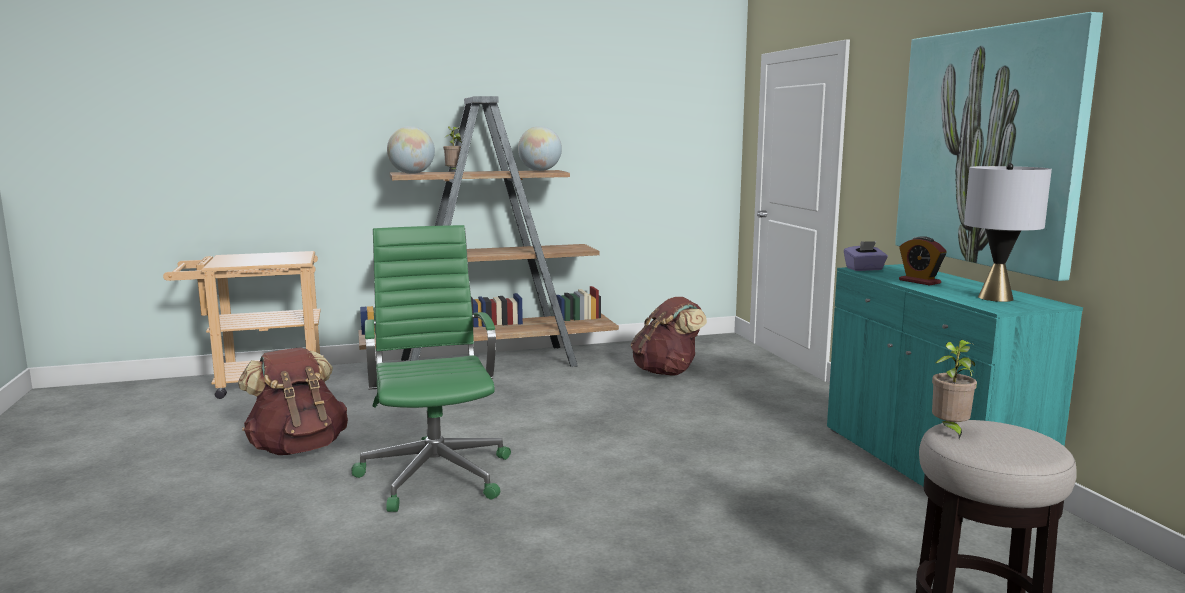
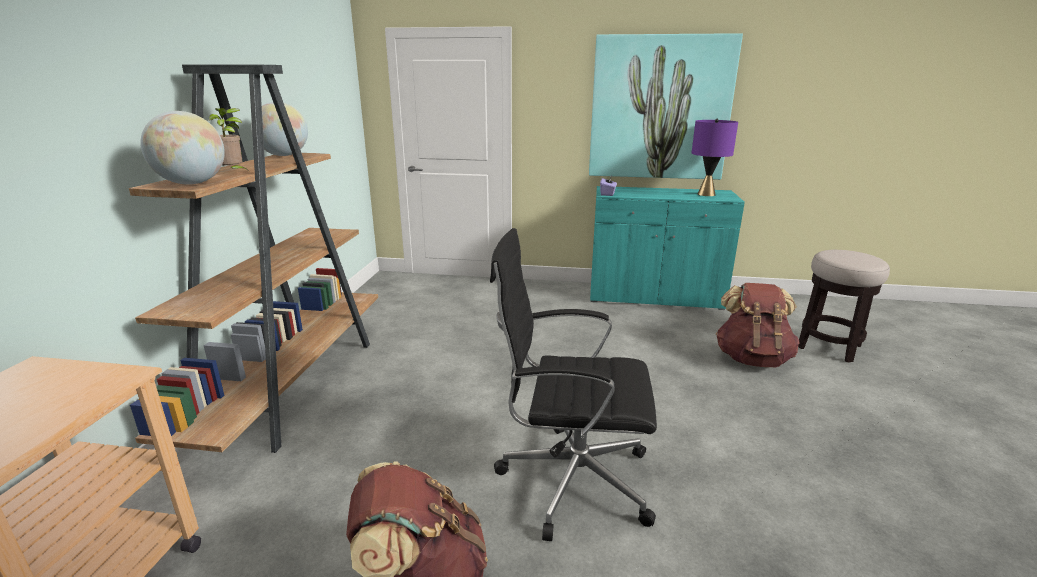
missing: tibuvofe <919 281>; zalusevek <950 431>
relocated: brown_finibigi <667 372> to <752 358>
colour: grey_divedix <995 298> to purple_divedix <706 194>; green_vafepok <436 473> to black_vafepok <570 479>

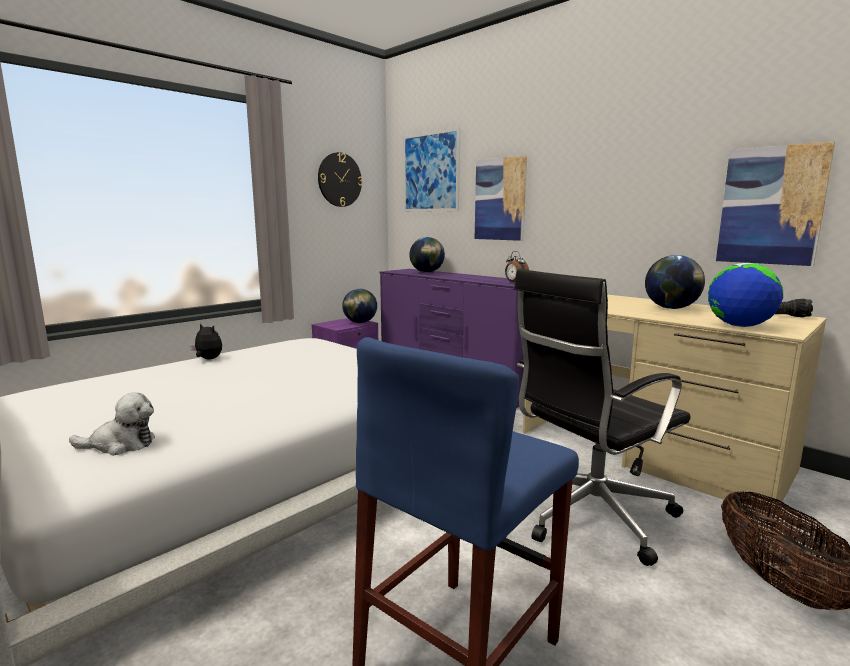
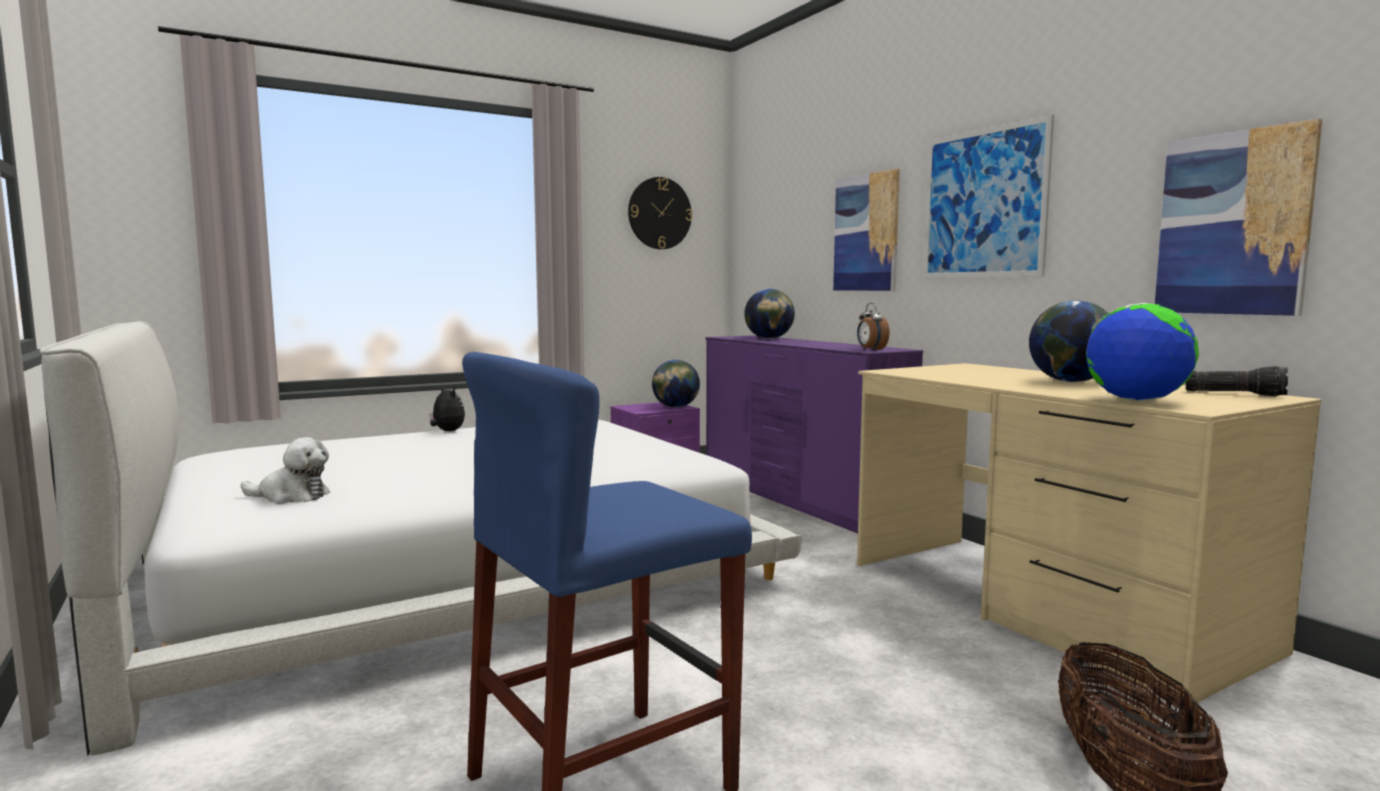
missing: black_vafepok <589 515>
relocated: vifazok <430 172> to <983 203>

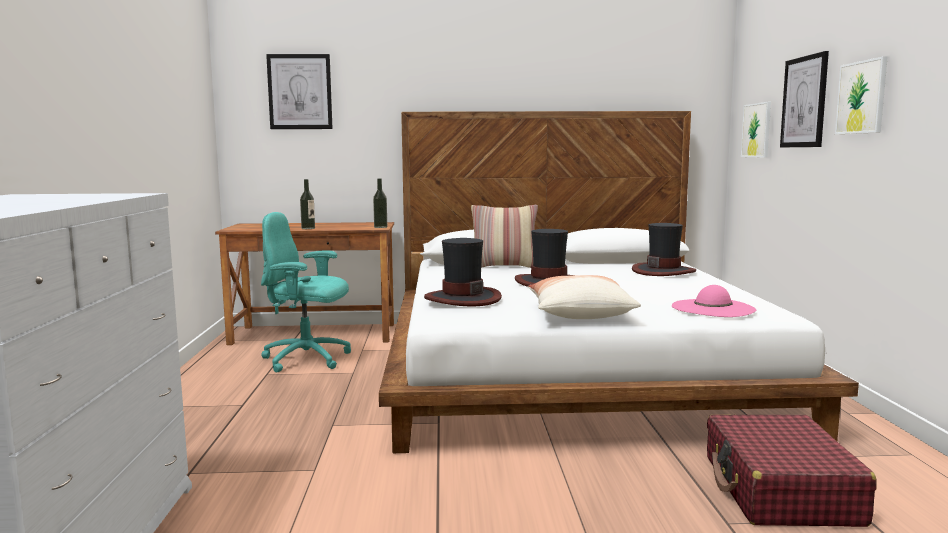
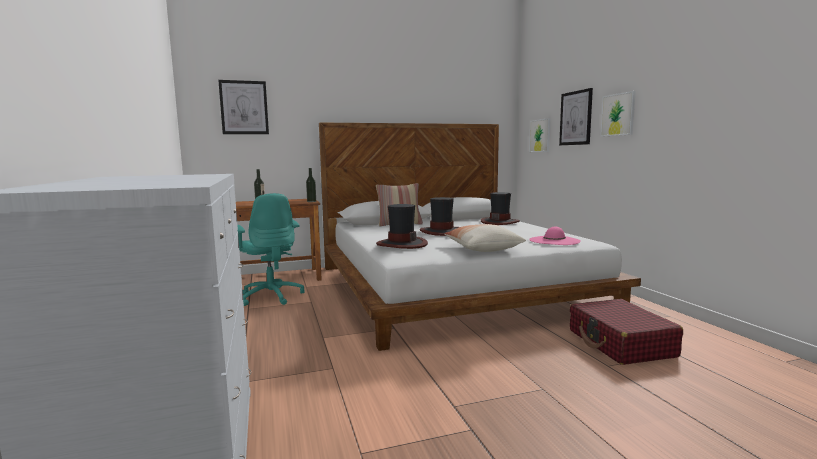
spun: turquoise_vafepok <307 359> = <271 296> 120 degrees counterclockwise

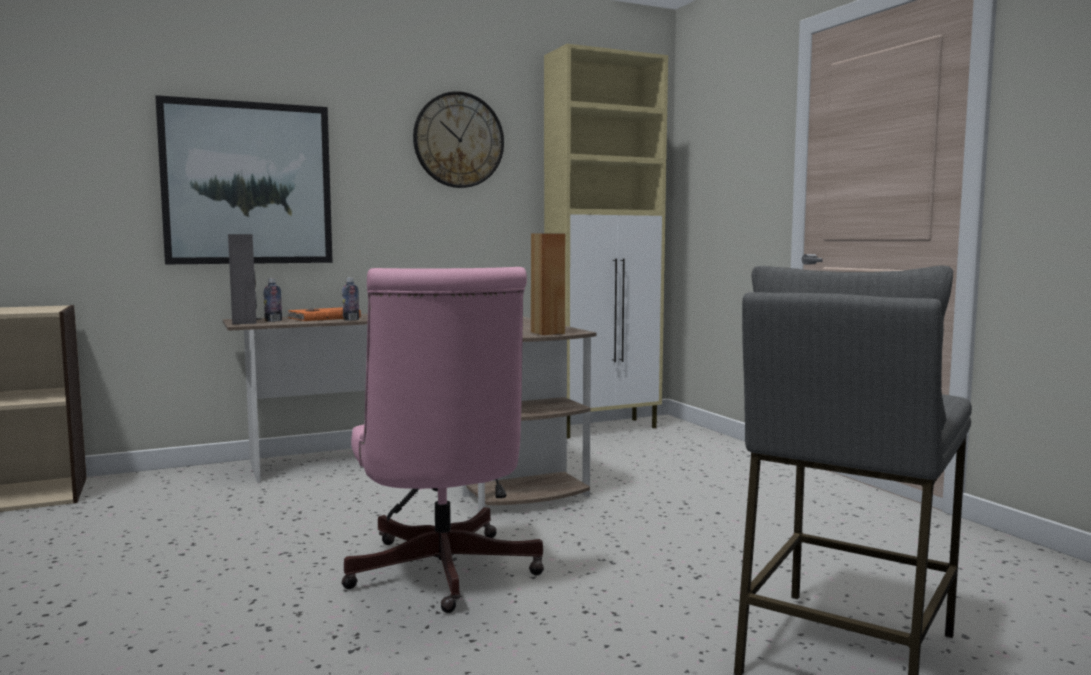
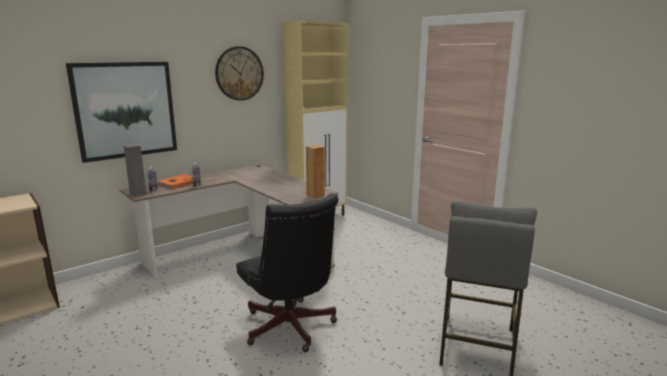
colour: pink_vafepok <442 575> to black_vafepok <290 329>

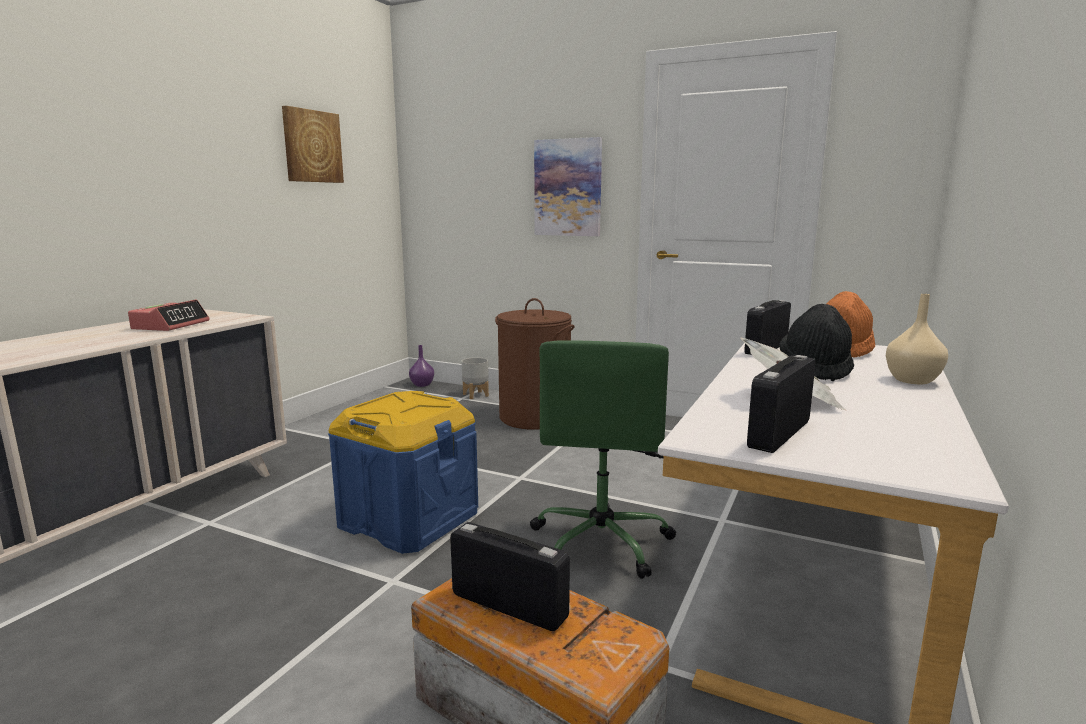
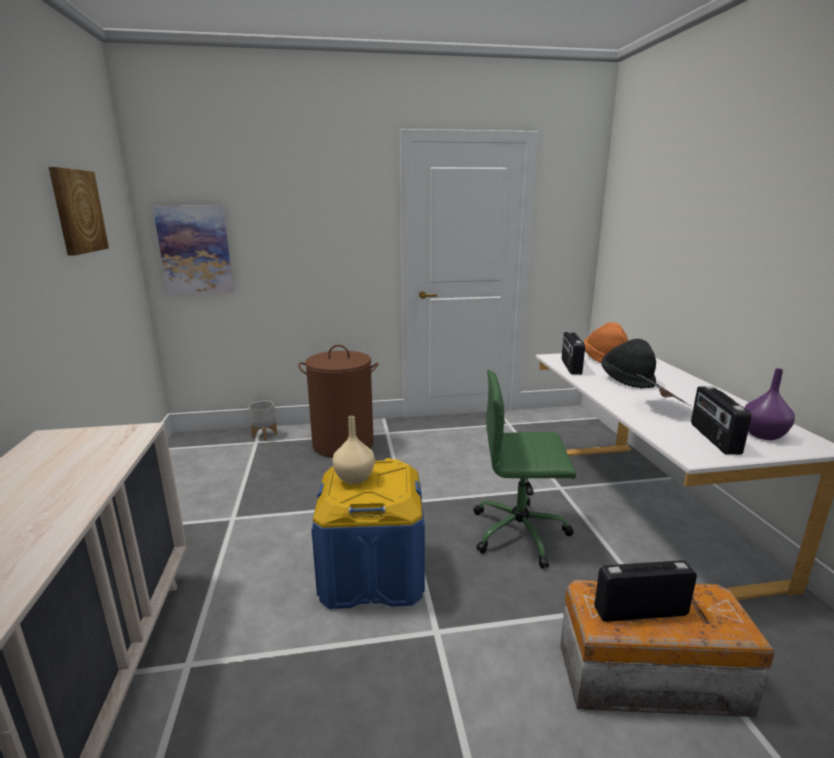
missing: tibuvofe <171 325>
relocated: vifazok <568 188> to <195 250>; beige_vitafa <912 380> to <354 478>; purple_vitafa <421 385> to <763 435>
spun: green_vafepok <601 542> = <521 533> 120 degrees clockwise

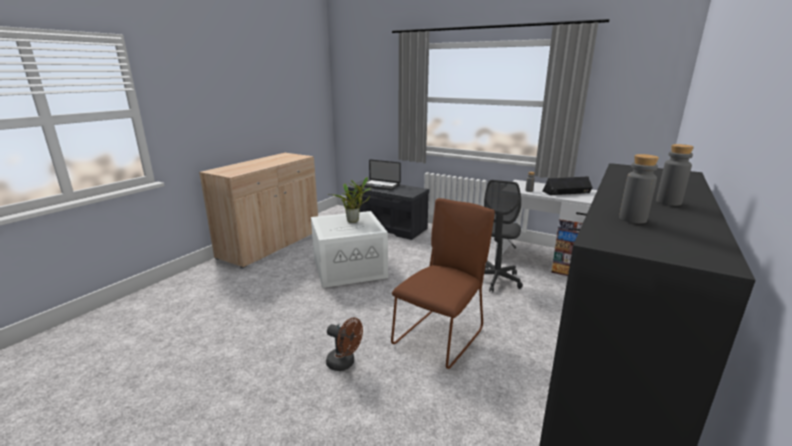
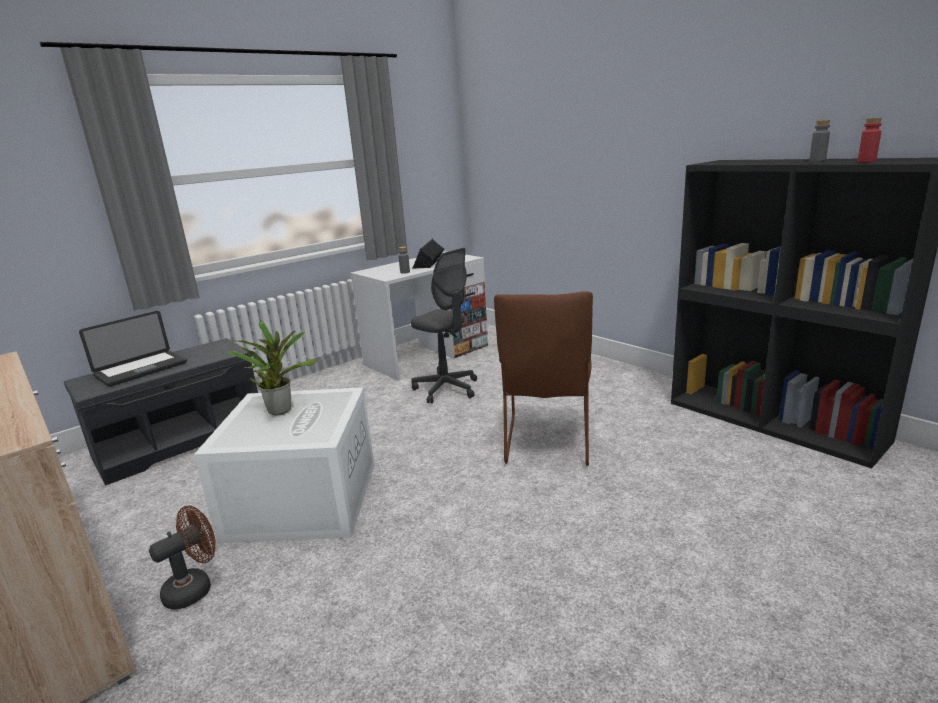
relocated: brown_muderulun <344 363> to <195 588>
colour: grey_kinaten <632 219> to red_kinaten <866 161>
spun: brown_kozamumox <441 335> = <547 444> 135 degrees counterclockwise

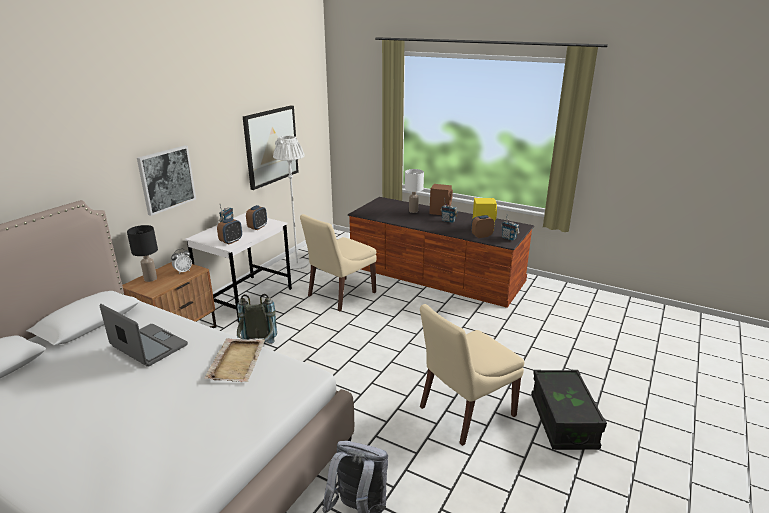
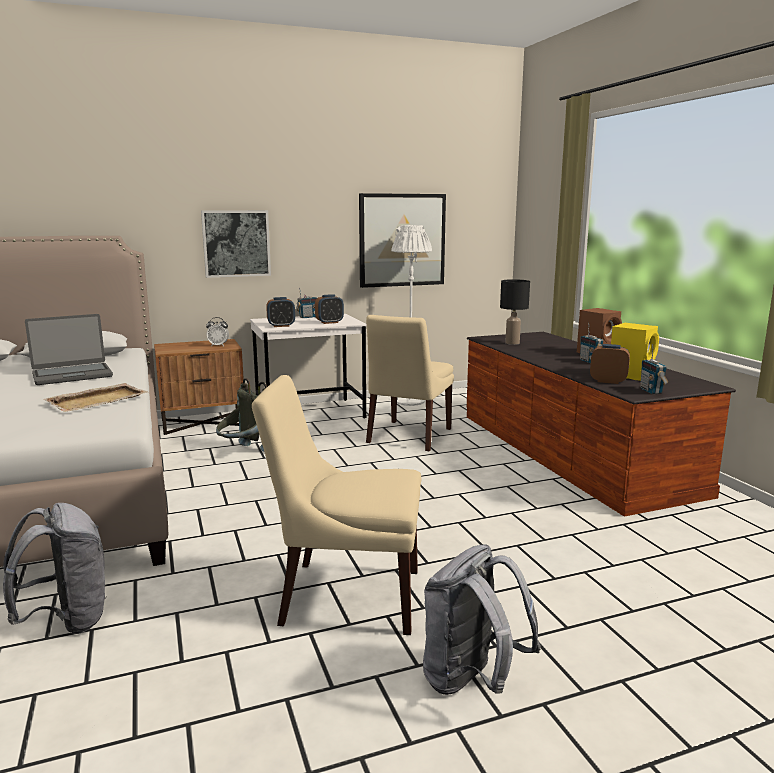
missing: white_divedix <413 211>
relocated: black_divedix <150 279> to <512 343>
exchanged: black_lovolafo <563 422> to grey_finibigi <471 681>
spun: beige_kozamumox <340 295> = <408 437> 60 degrees counterclockwise; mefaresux <148 346> = <72 375> 75 degrees clockwise

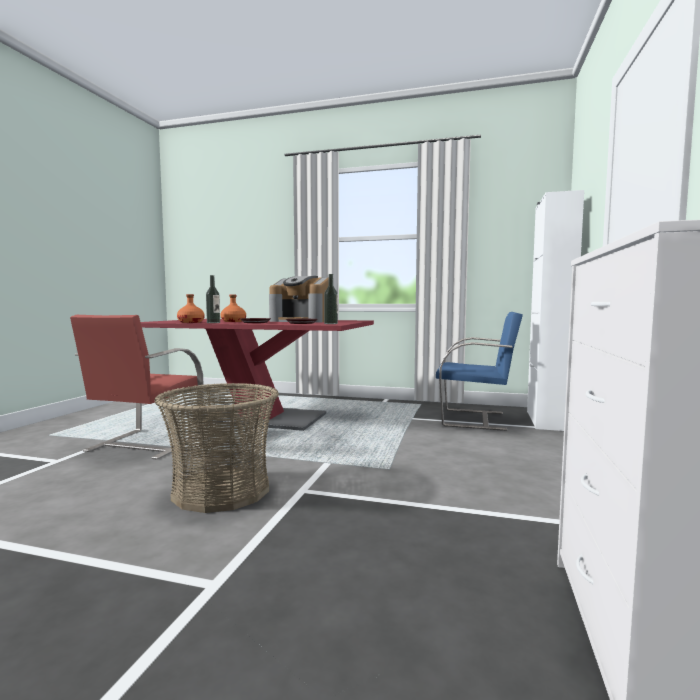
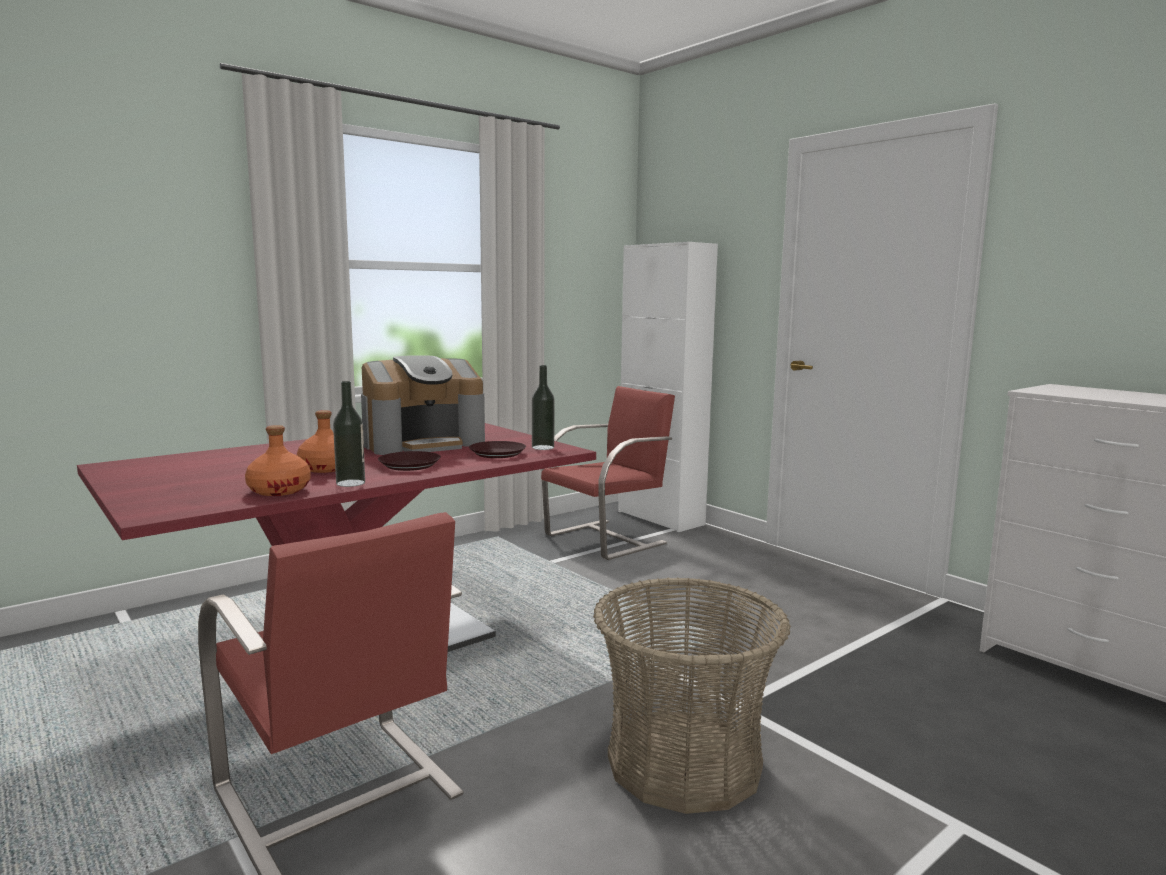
colour: blue_kozamumox <475 419> to red_kozamumox <607 539>

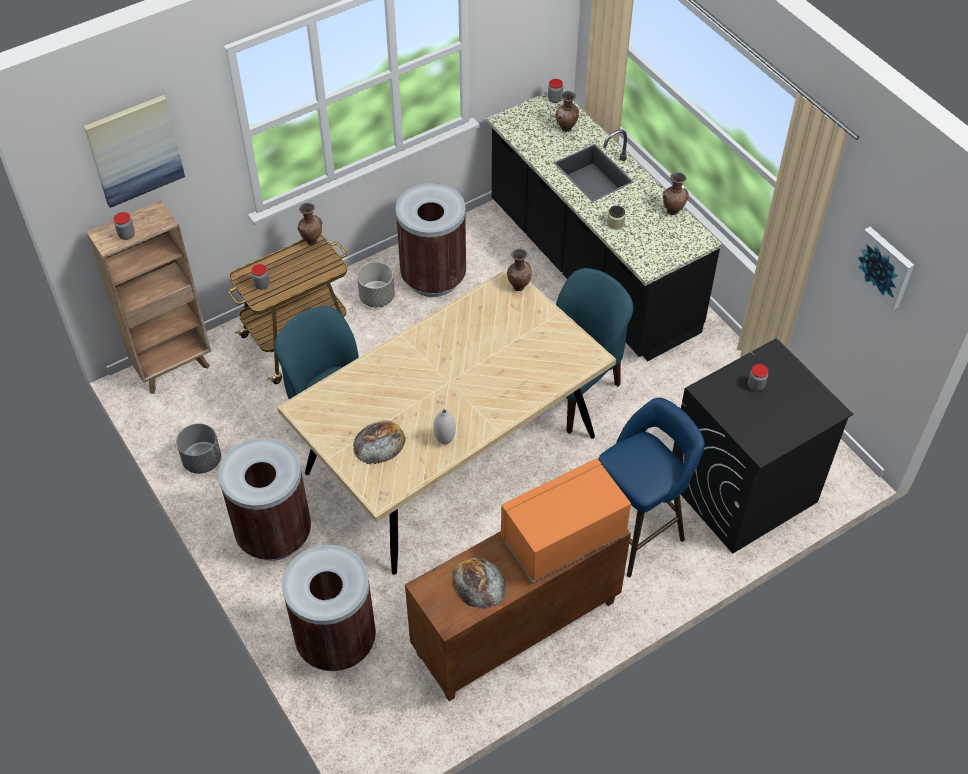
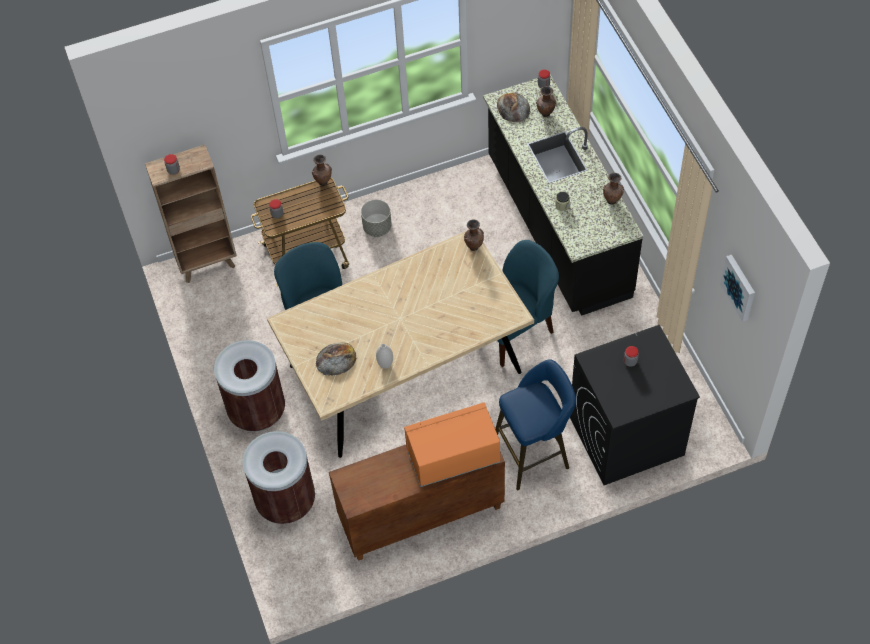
missing: vifazok <134 150>; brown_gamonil <433 277>; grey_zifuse <202 460>
relocated: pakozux <479 583> to <513 107>

